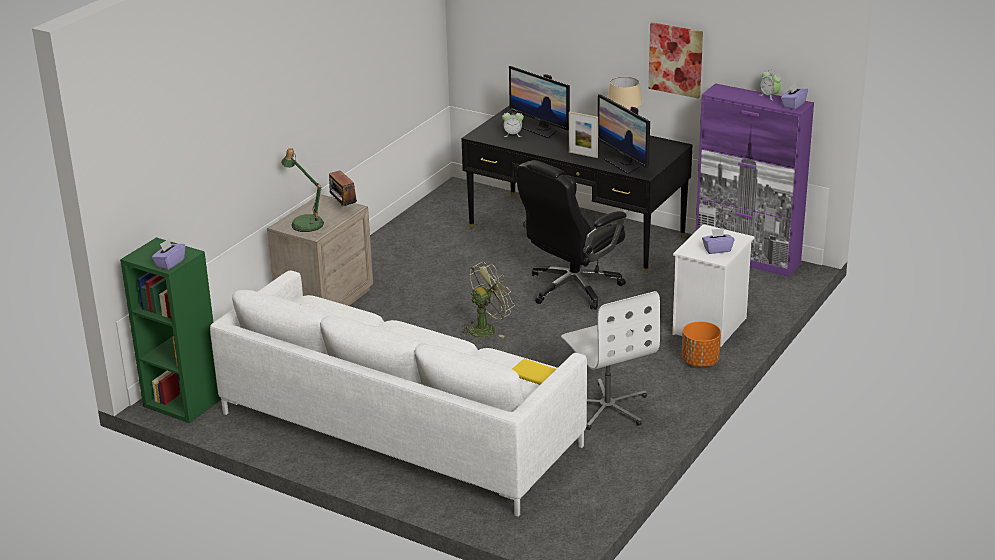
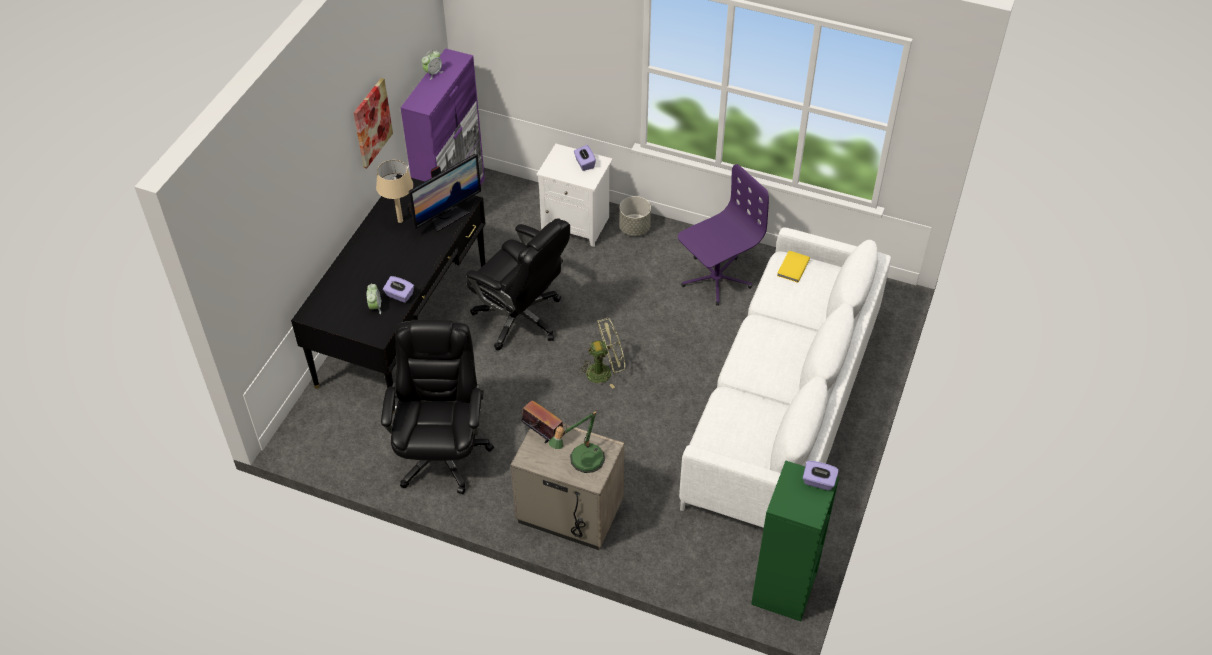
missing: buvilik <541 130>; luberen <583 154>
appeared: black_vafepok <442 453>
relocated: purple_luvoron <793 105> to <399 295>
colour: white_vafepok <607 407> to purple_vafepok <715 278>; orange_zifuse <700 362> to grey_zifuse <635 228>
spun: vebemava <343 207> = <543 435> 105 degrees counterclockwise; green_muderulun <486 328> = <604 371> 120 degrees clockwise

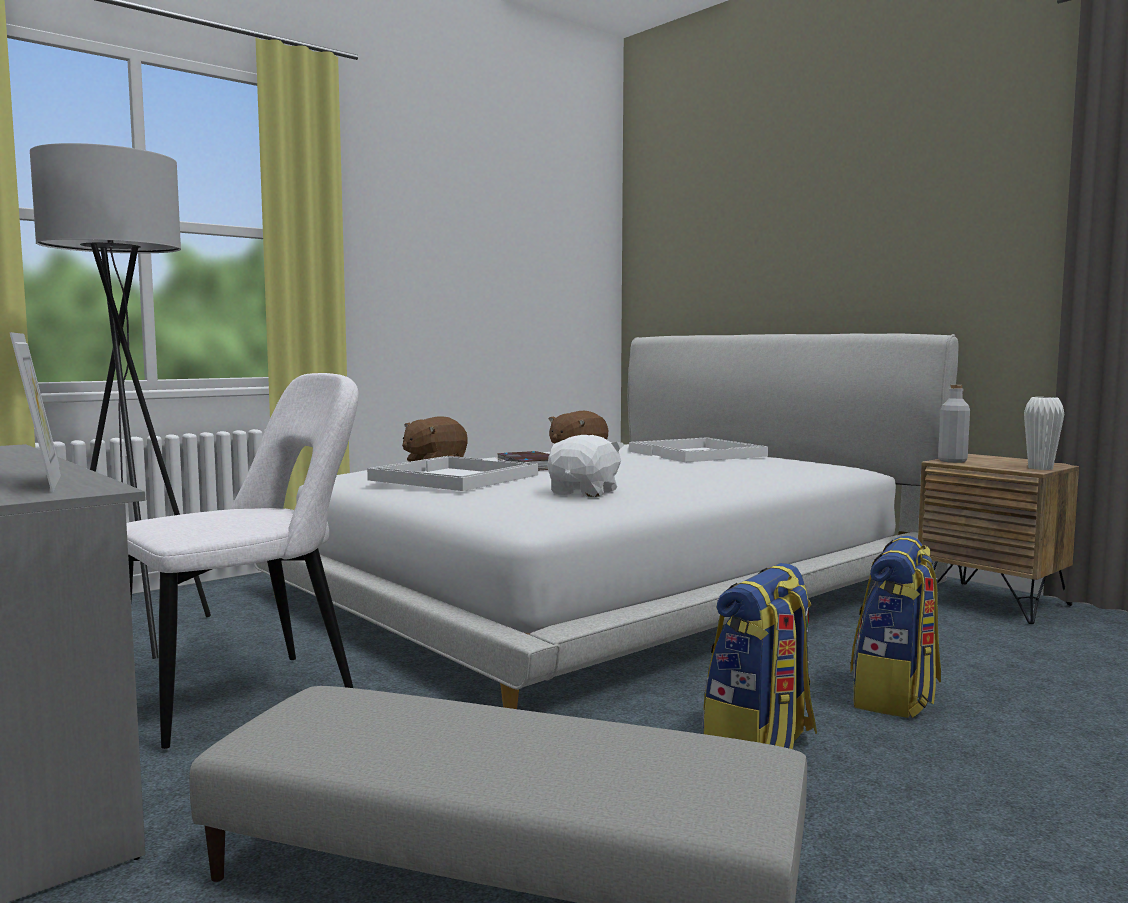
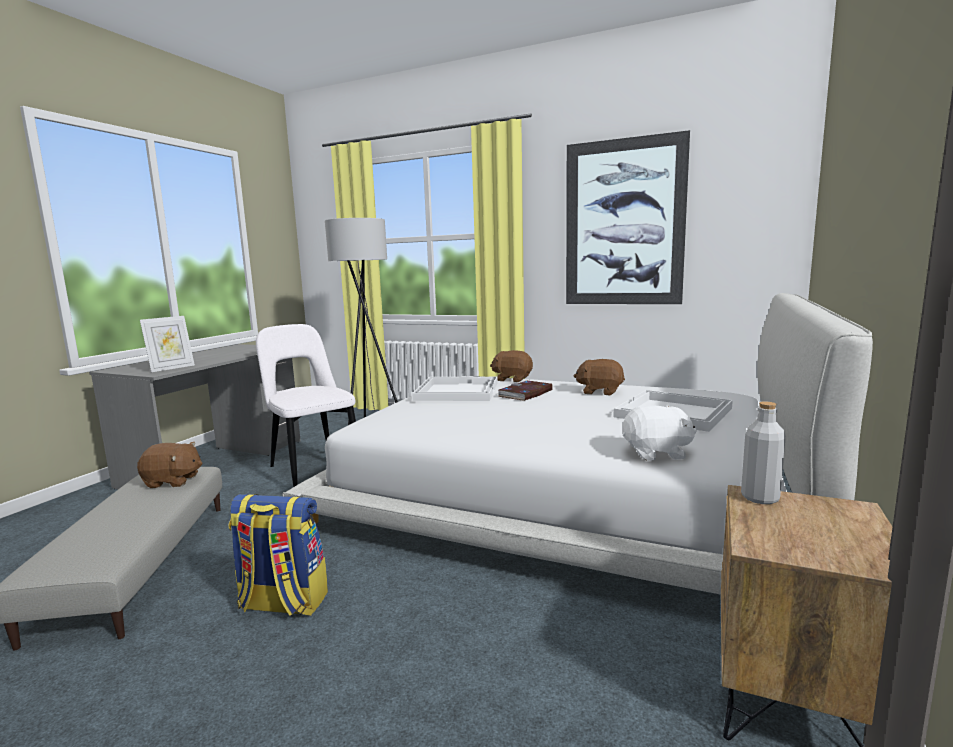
missing: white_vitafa <1040 468>; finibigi <895 697>
appeared: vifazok <623 223>; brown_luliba <173 481>
relocated: white_luliba <585 492> to <657 453>
spun: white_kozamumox <249 697> = <313 469> 150 degrees counterclockwise

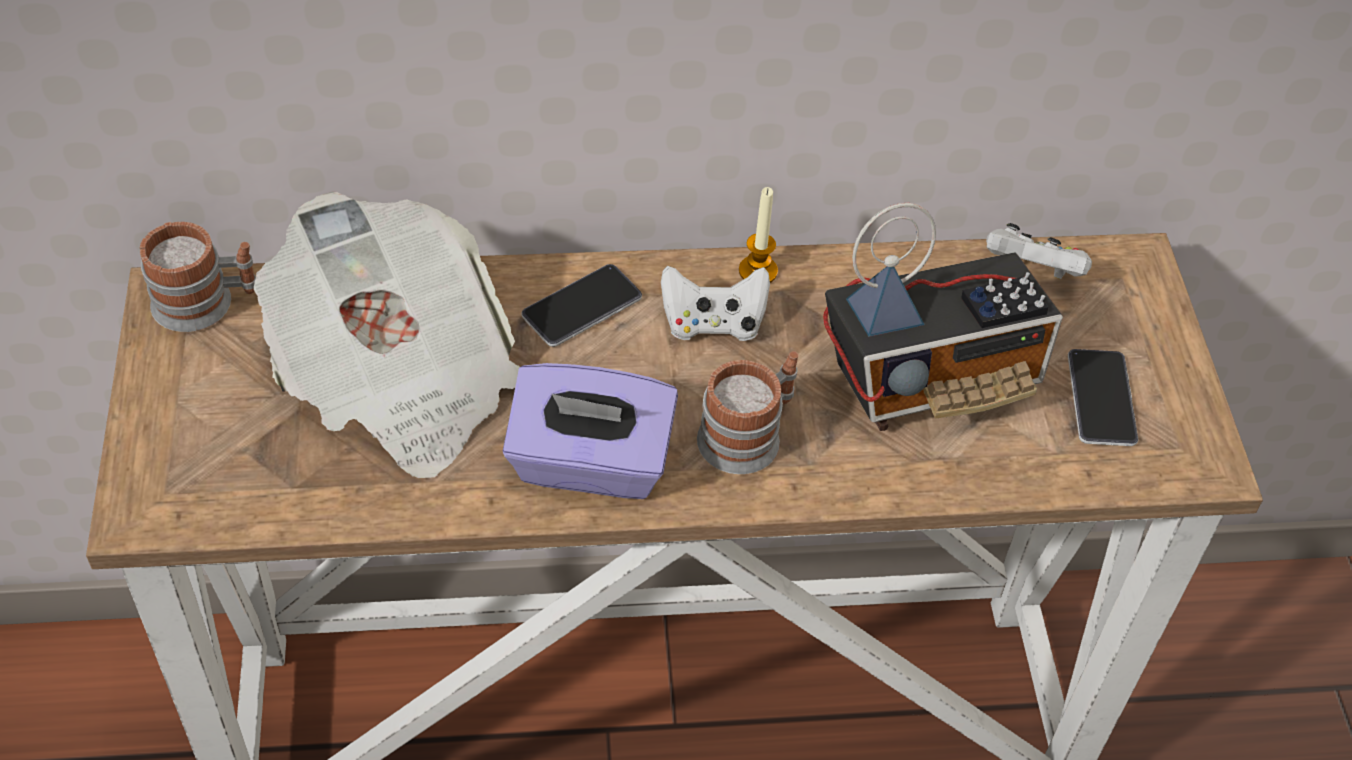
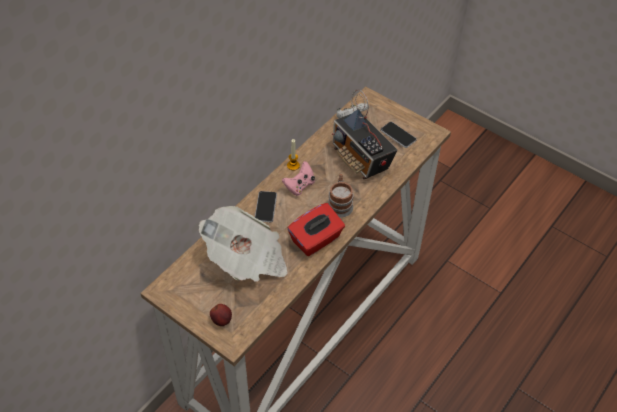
missing: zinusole <206 303>
appeared: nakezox <222 320>
colour: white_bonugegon <713 323> to pink_bonugegon <299 186>; purple_luvoron <590 464> to red_luvoron <316 240>
spun: vebemava <933 380> = <361 159> 120 degrees clockwise

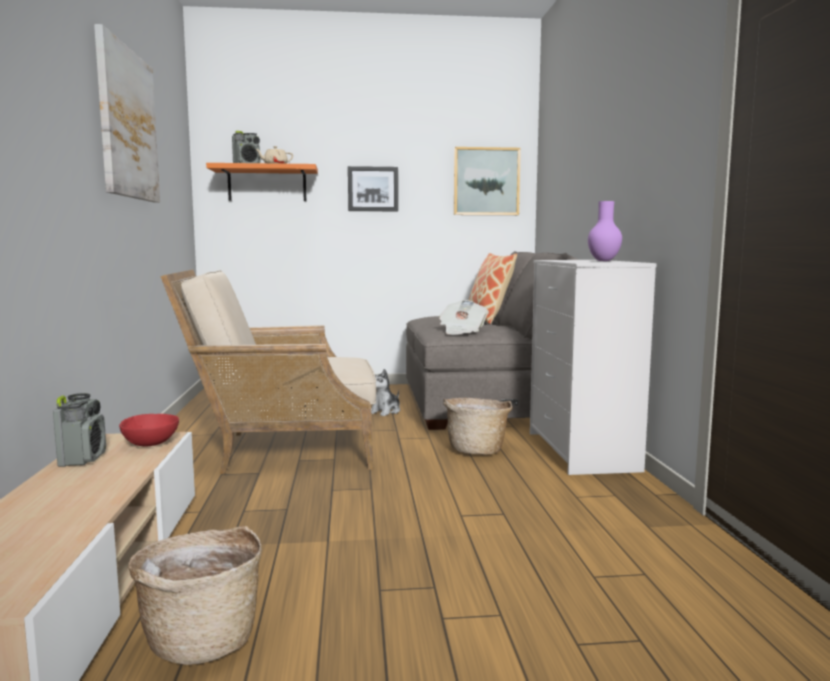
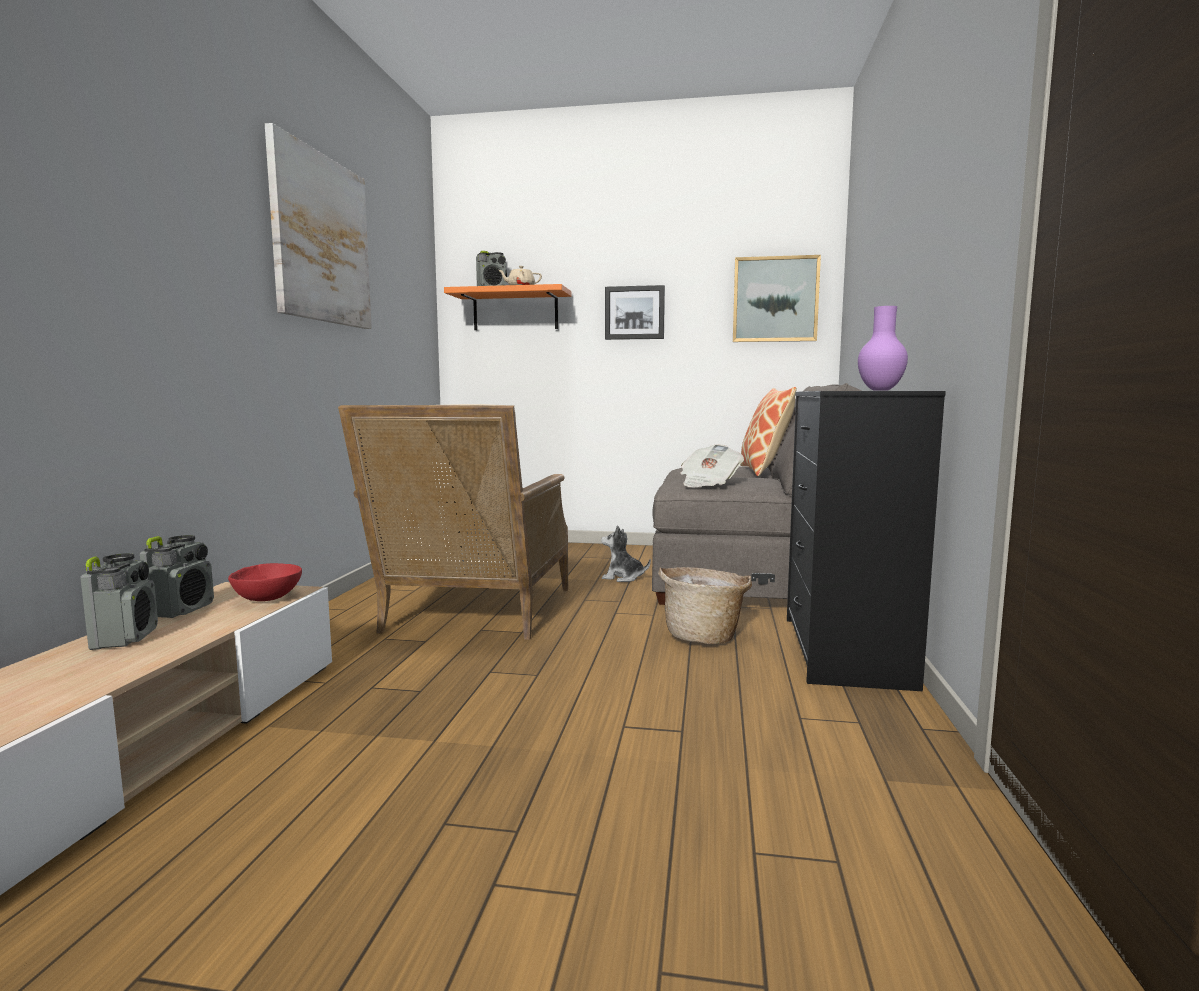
missing: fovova <203 638>
appeared: vebemava <125 638>
colour: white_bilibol <582 451> to black_bilibol <846 651>
spun: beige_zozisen <282 450> = <471 615> 90 degrees counterclockwise; luliba <385 411> = <623 578> 60 degrees clockwise

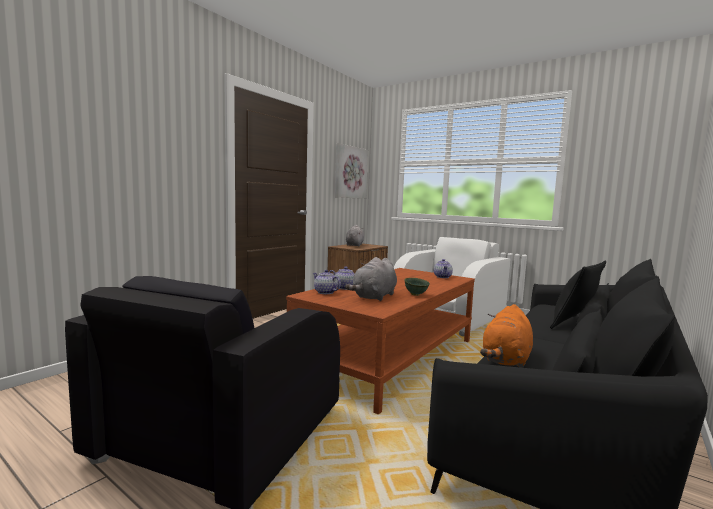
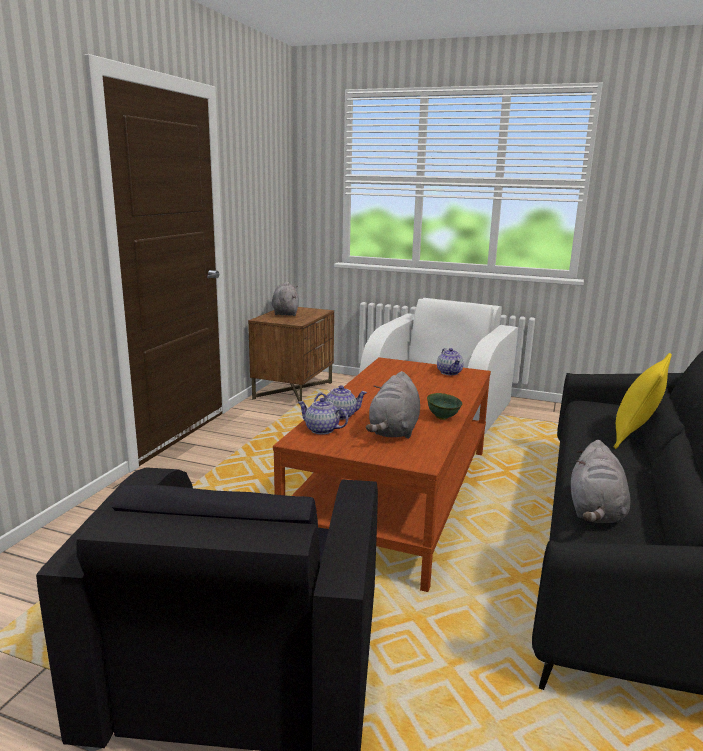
missing: vifazok <350 172>
colour: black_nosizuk <573 324> to yellow_nosizuk <634 436>; orange_luliba <506 360> to grey_luliba <595 512>

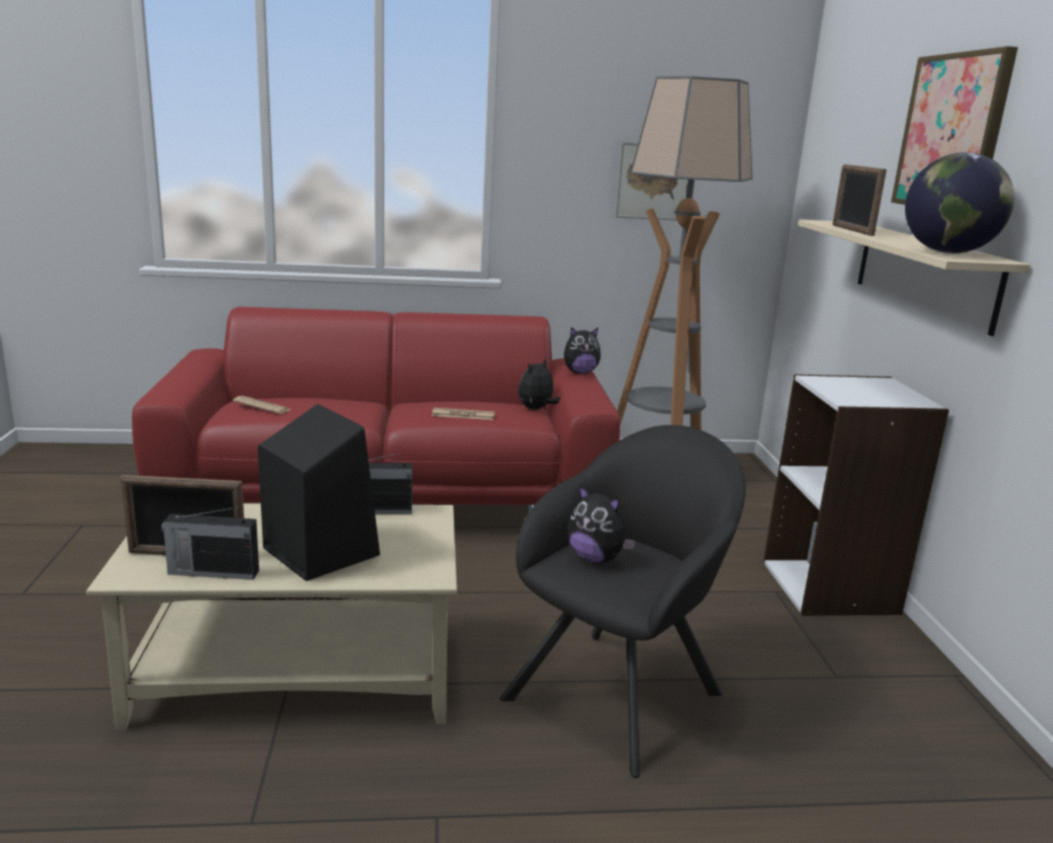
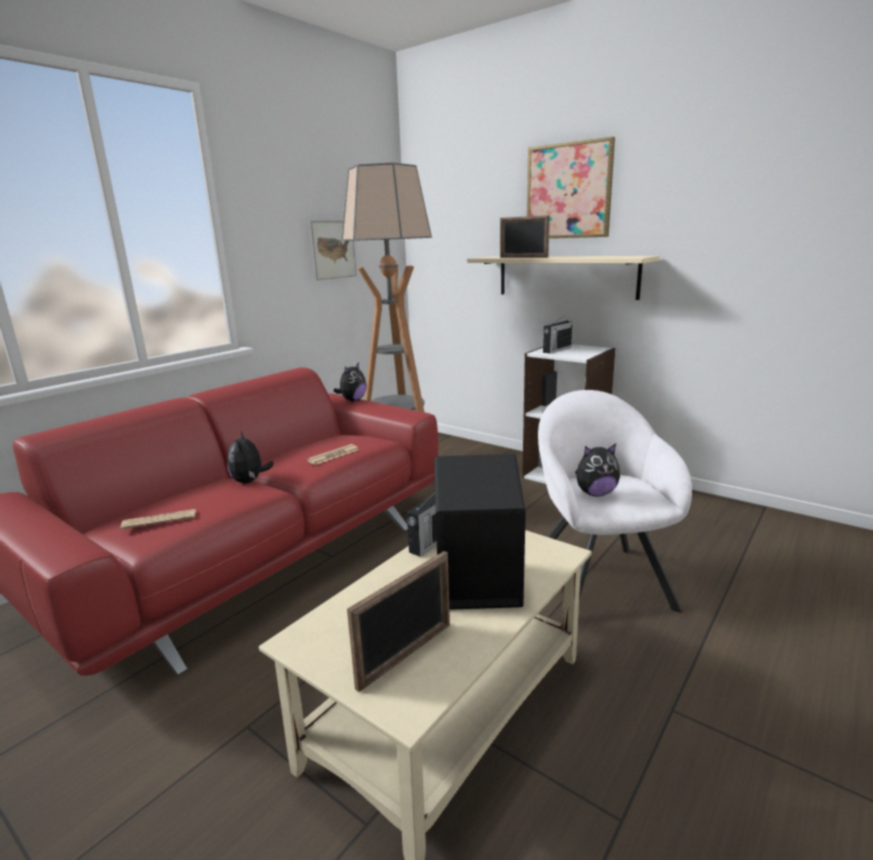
missing: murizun <948 252>
relocated: luliba <537 409> to <250 481>; vebemava <212 572> to <556 350>
colour: black_zozisen <620 690> to white_zozisen <597 577>

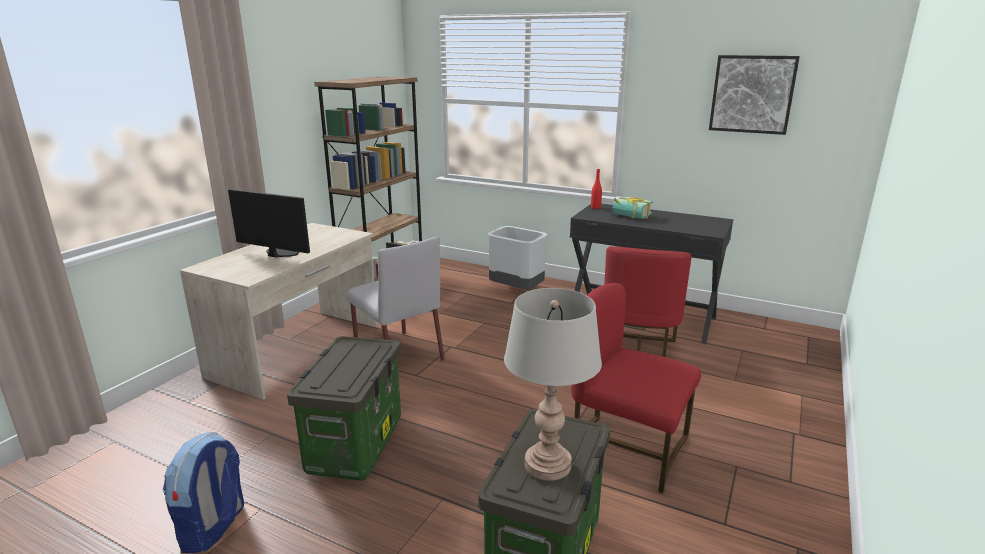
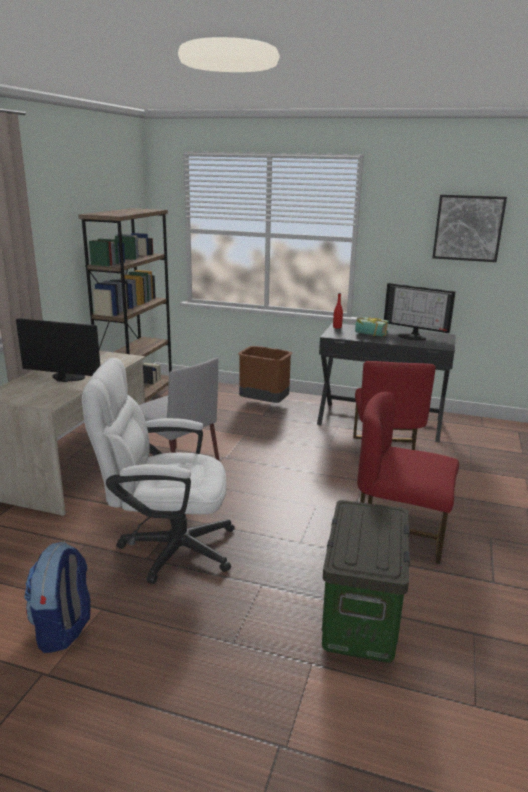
missing: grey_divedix <548 465>
appeared: buvilik <413 336>
exchanged: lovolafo <355 444> to white_vafepok <166 547>
colour: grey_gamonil <517 290> to brown_gamonil <264 404>

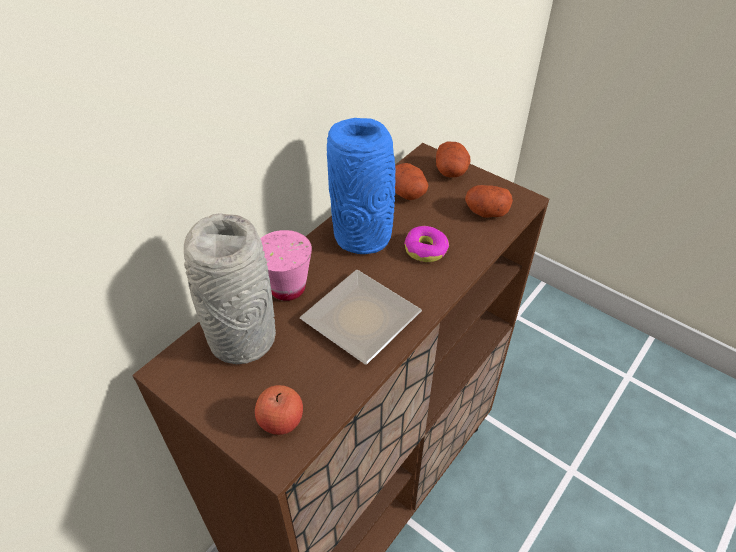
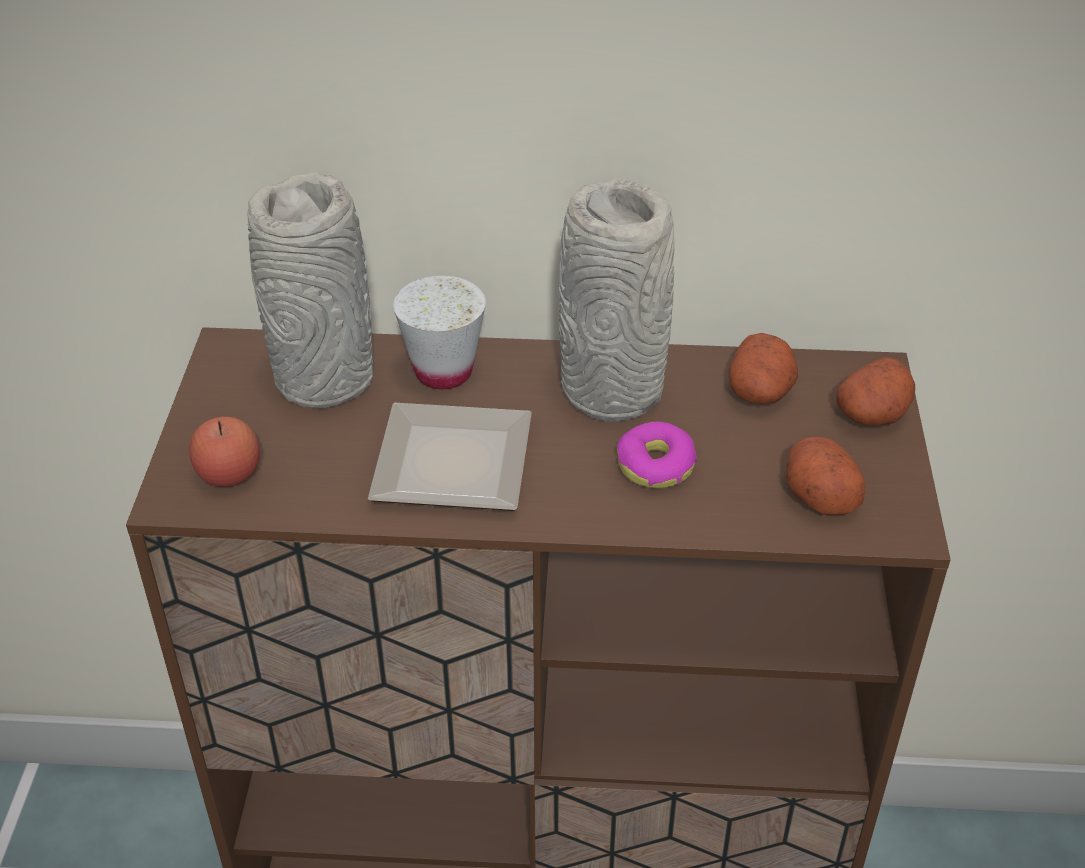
colour: blue_vitafa <364 237> to grey_vitafa <612 393>; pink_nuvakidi <287 288> to white_nuvakidi <443 372>

